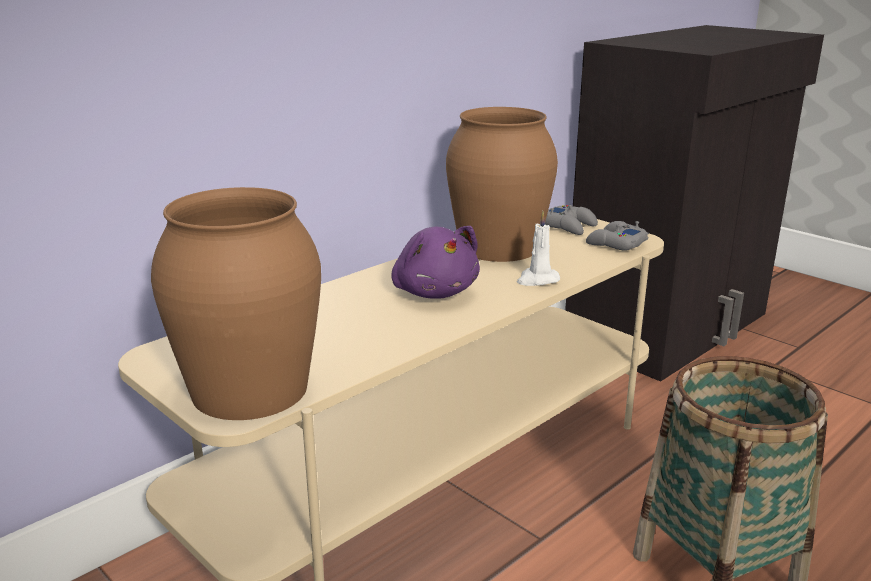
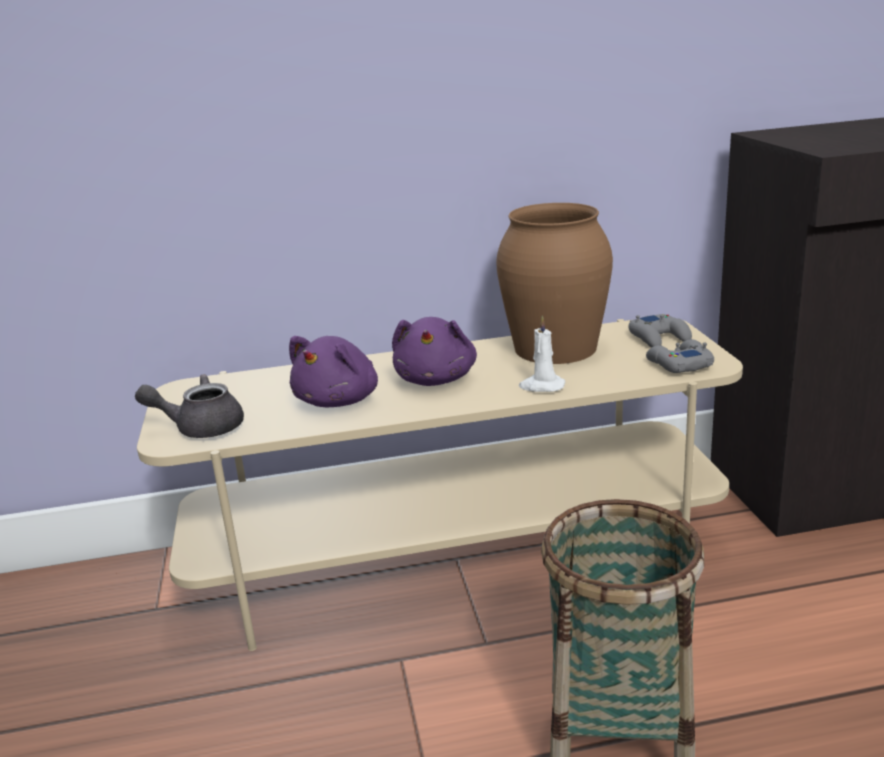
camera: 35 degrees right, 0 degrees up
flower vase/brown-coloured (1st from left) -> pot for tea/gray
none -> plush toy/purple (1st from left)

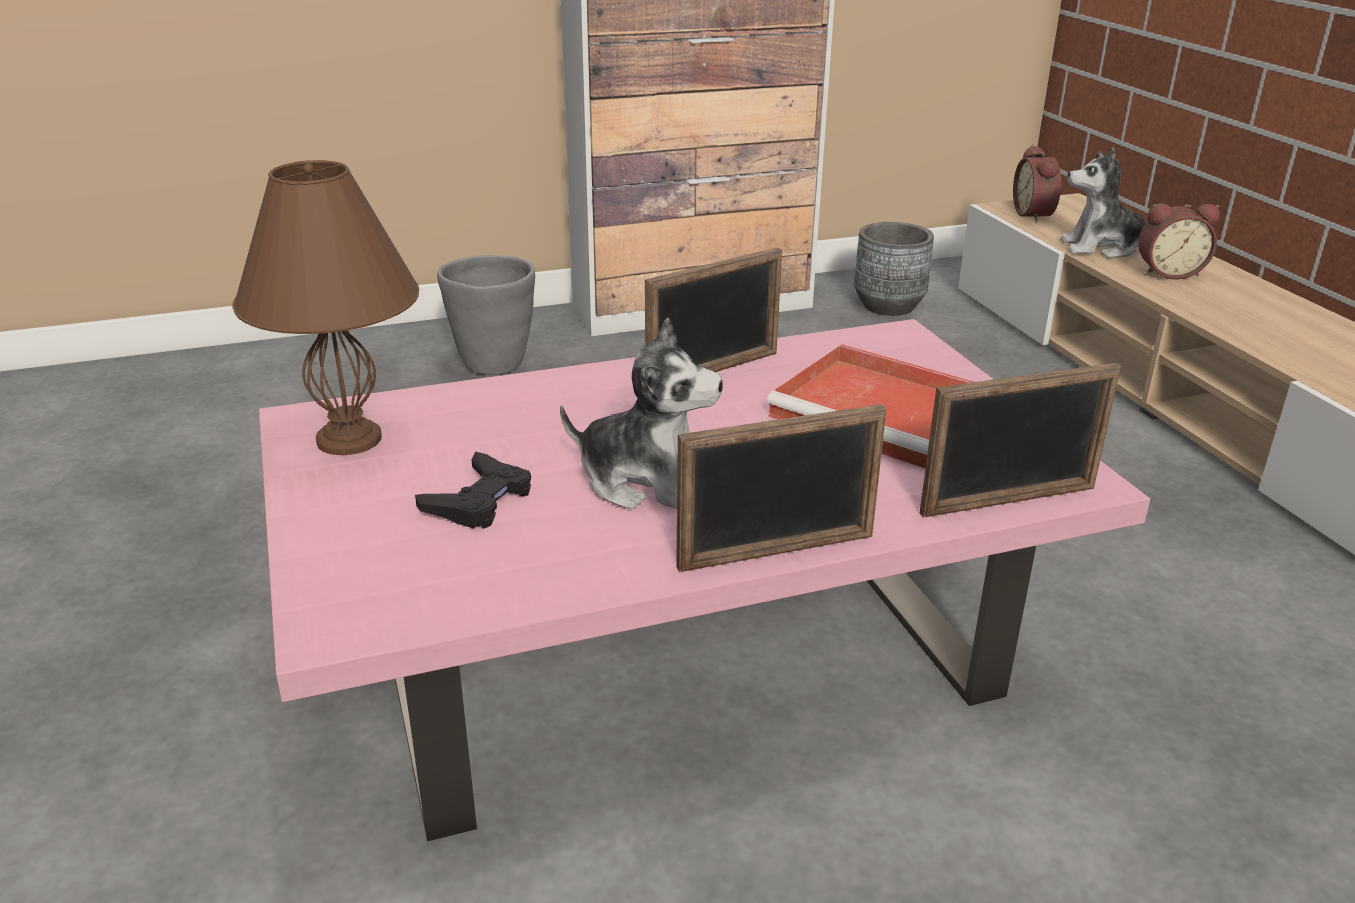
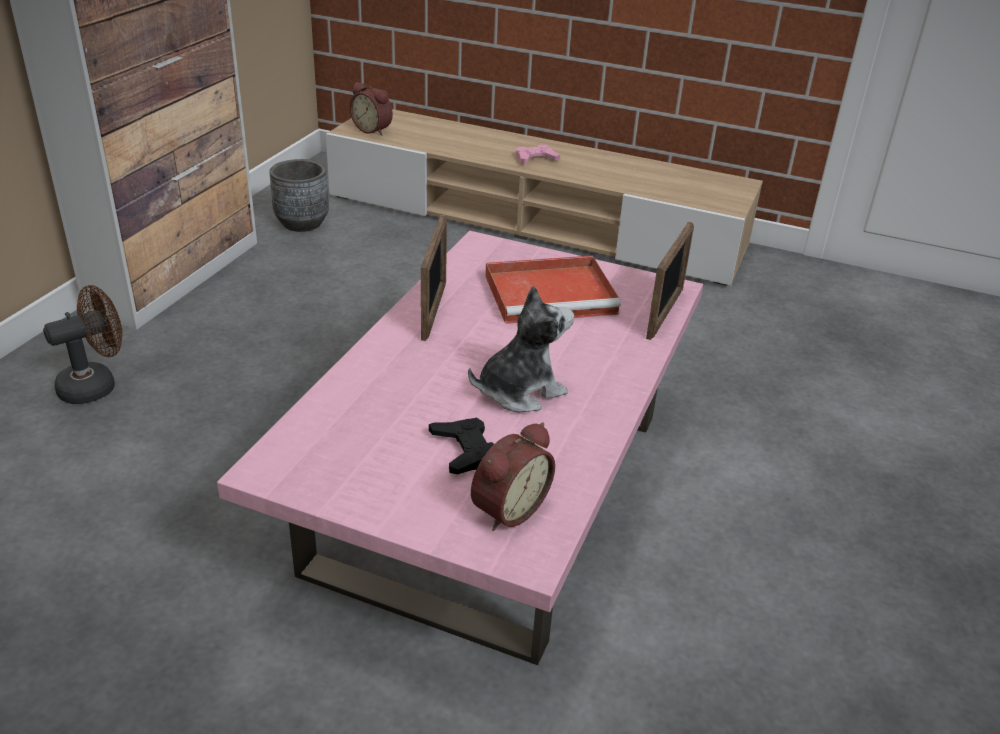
camera: 50 degrees left, 5 degrees up
planter/gray (1st from left) -> electric fan/brown-coloured
alarm clock (2nd from left), move
none -> joypad/pink
tabletop lamp/brown-coloured -> none
picture frame (2nd from left) -> none
plush toy (2nd from left) -> none

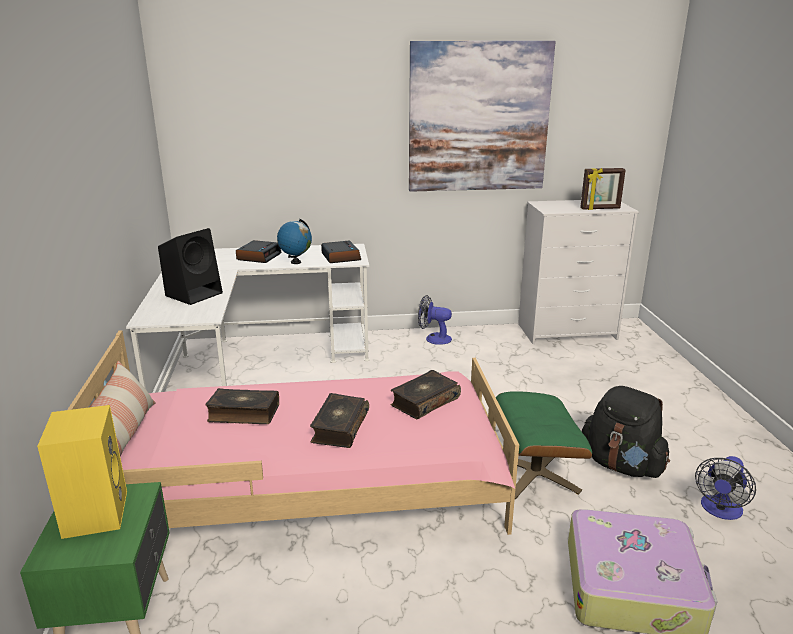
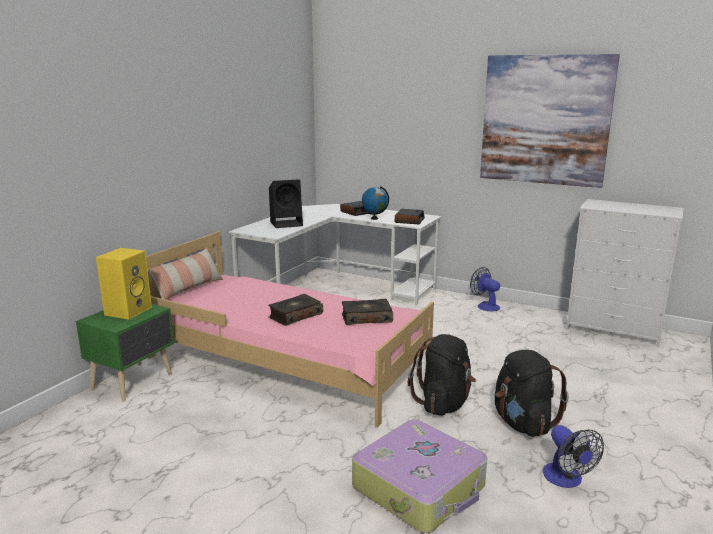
camera: 35 degrees right, 5 degrees down
footrest/green -> backpack/black-coloured (1st from left)
electric fan (2nd from left), 90 degrees counterclockwise
bound book (1st from left) -> none
picture frame -> none

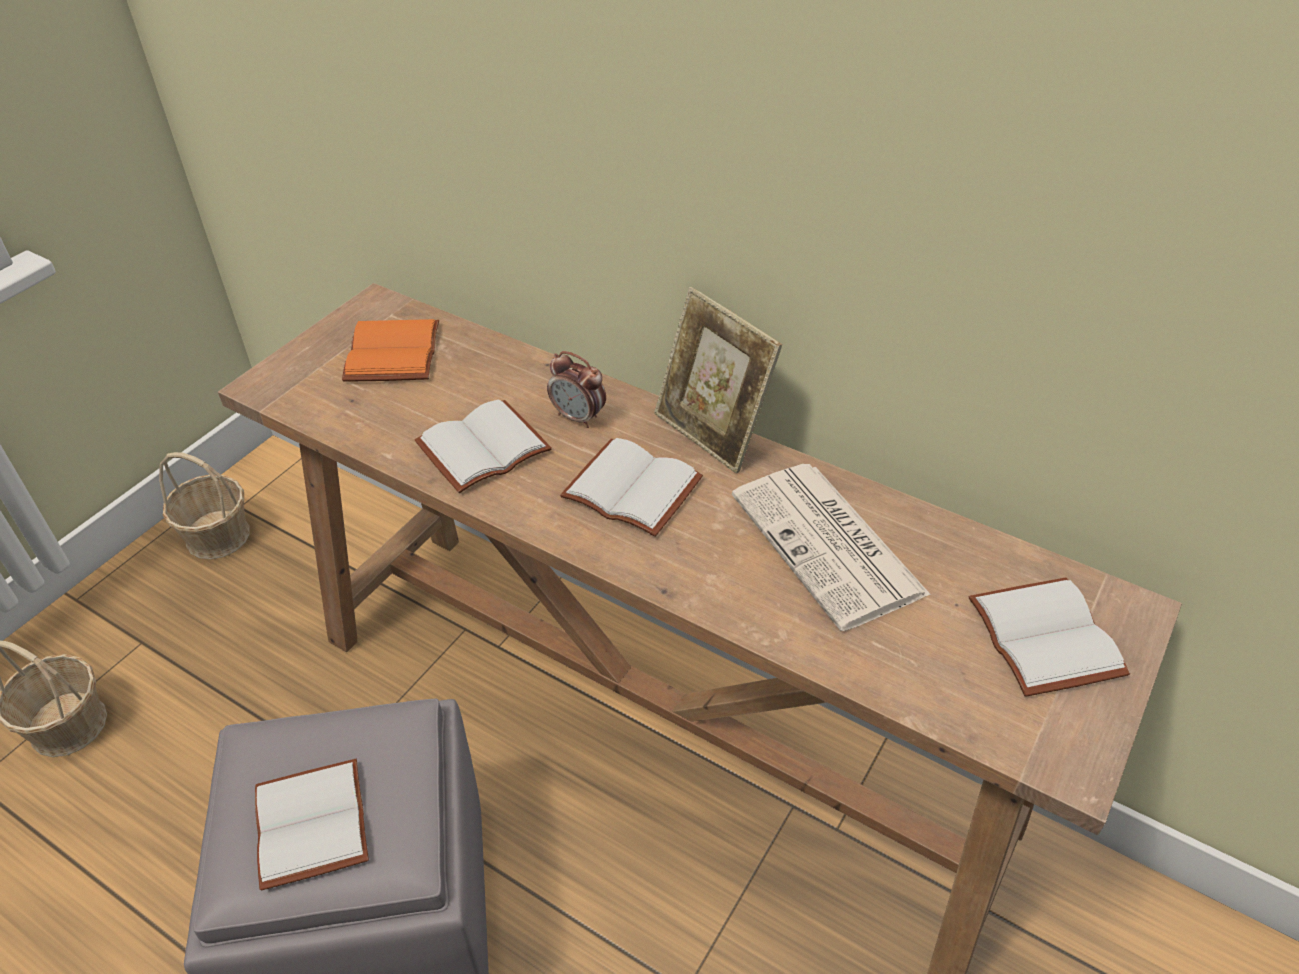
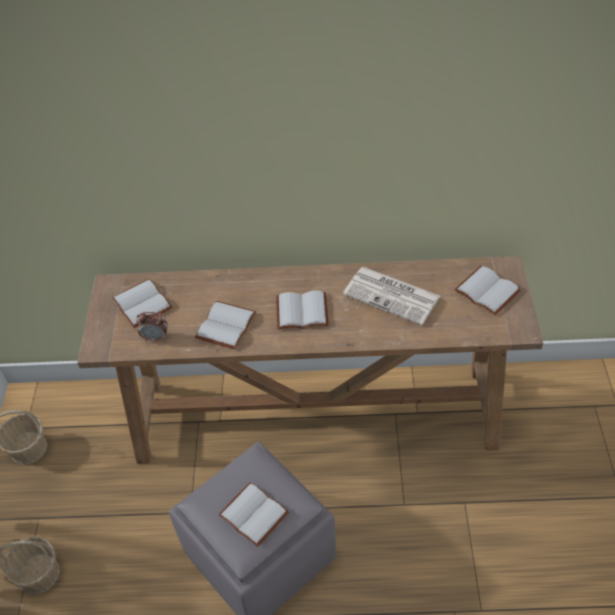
camera: 30 degrees left, 5 degrees up
bound book/orange-coloured -> bound book/white (1st from left)
alarm clock, move
picture frame -> none

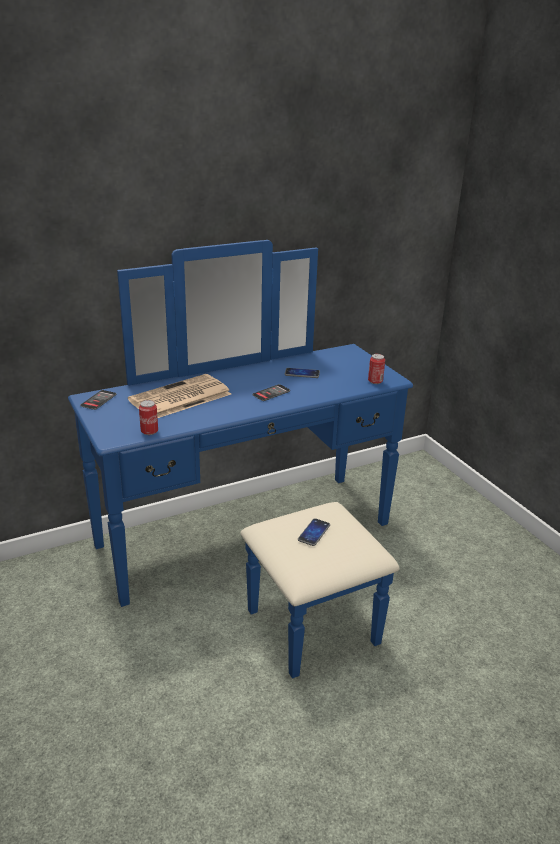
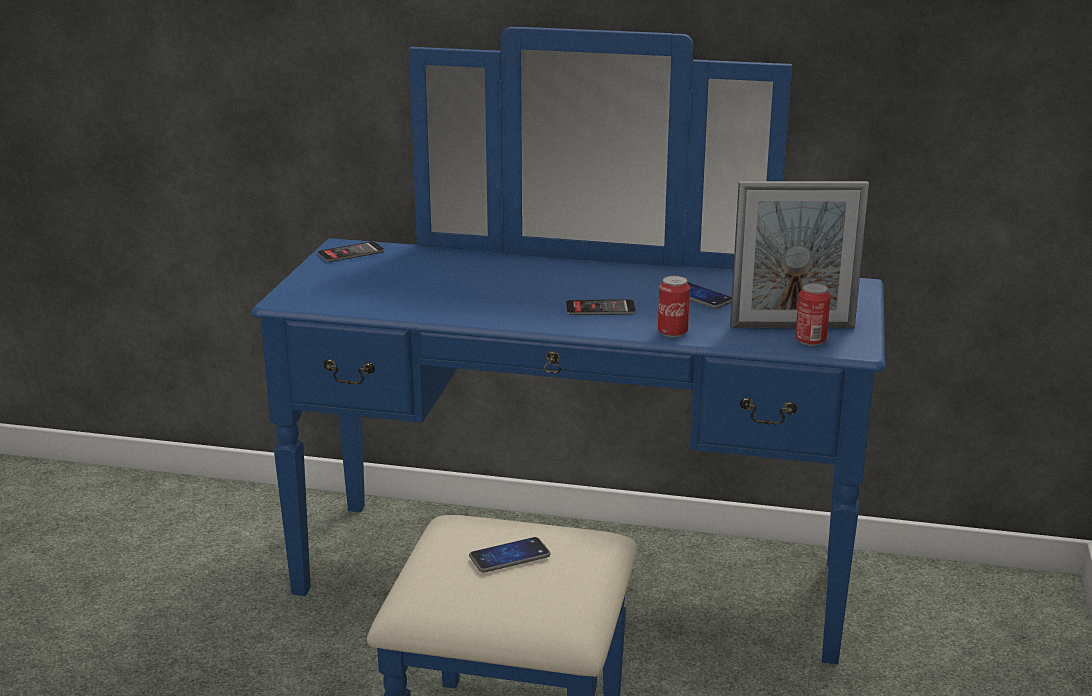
camera: 40 degrees right, 5 degrees down
can (1st from left), move
none -> picture frame
newspaper -> none

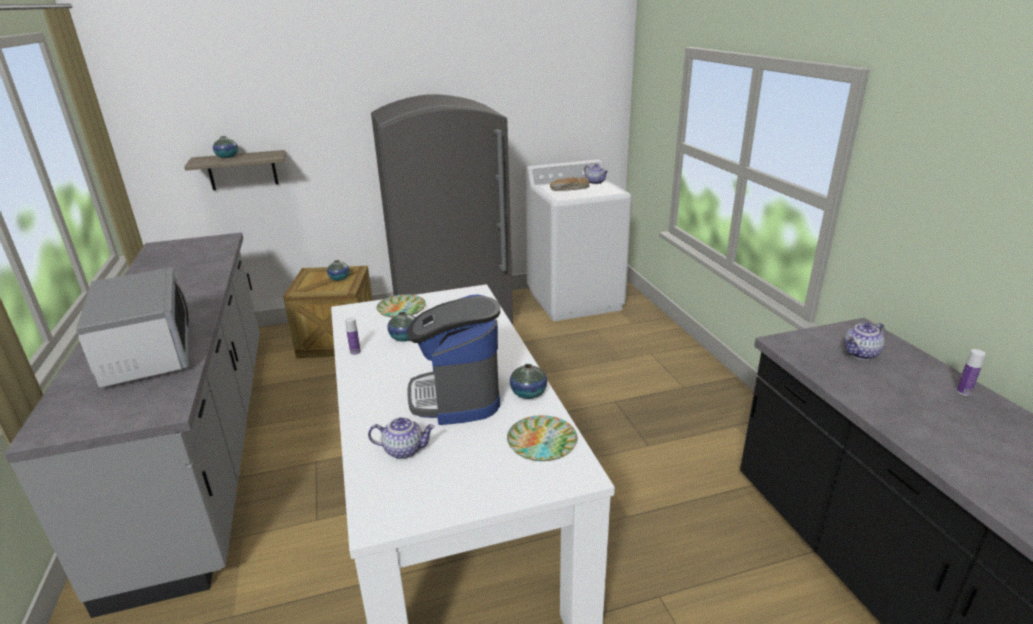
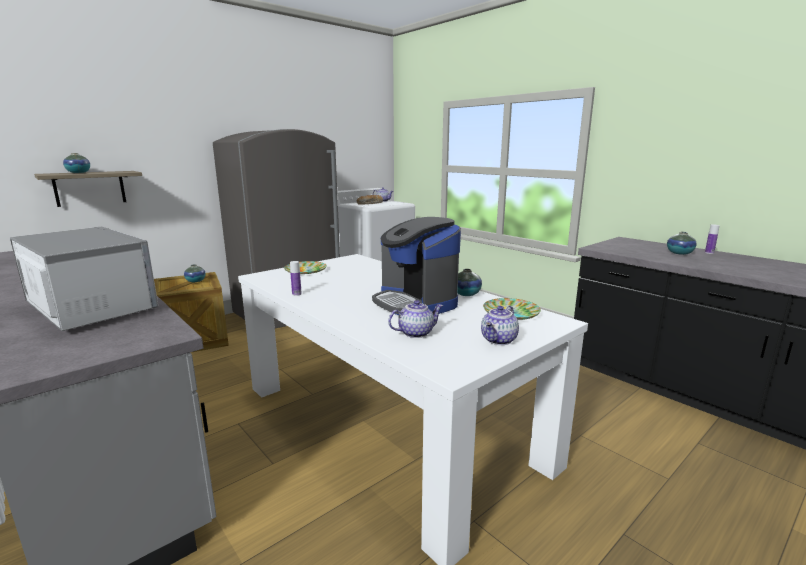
camera: 25 degrees left, 10 degrees down
pot for tea (3rd from left), move
flower vase (3rd from left in the first image) -> flower vase (4th from left), move

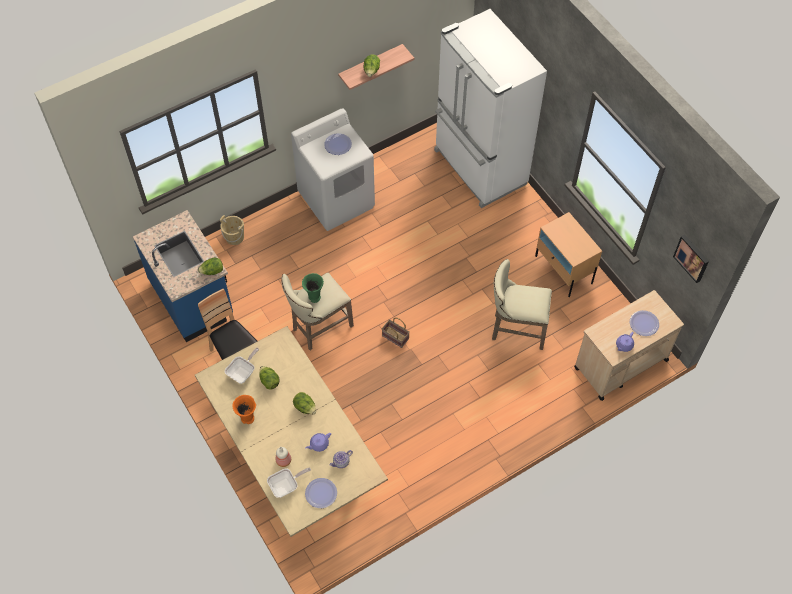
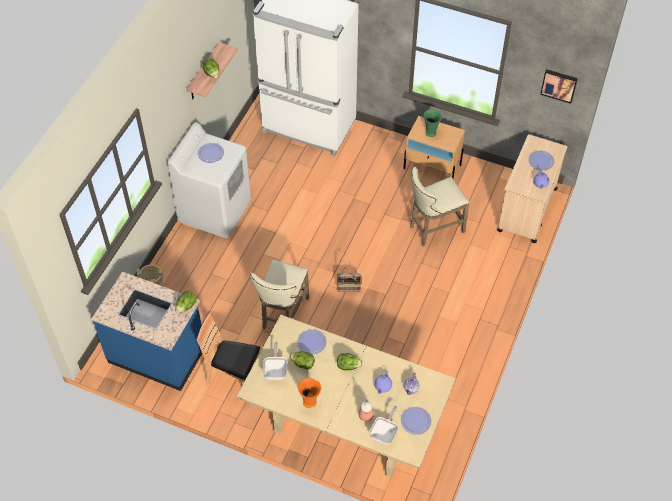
camera: 35 degrees left, 5 degrees down
none -> plate (2nd from left)
flower vase/green, move

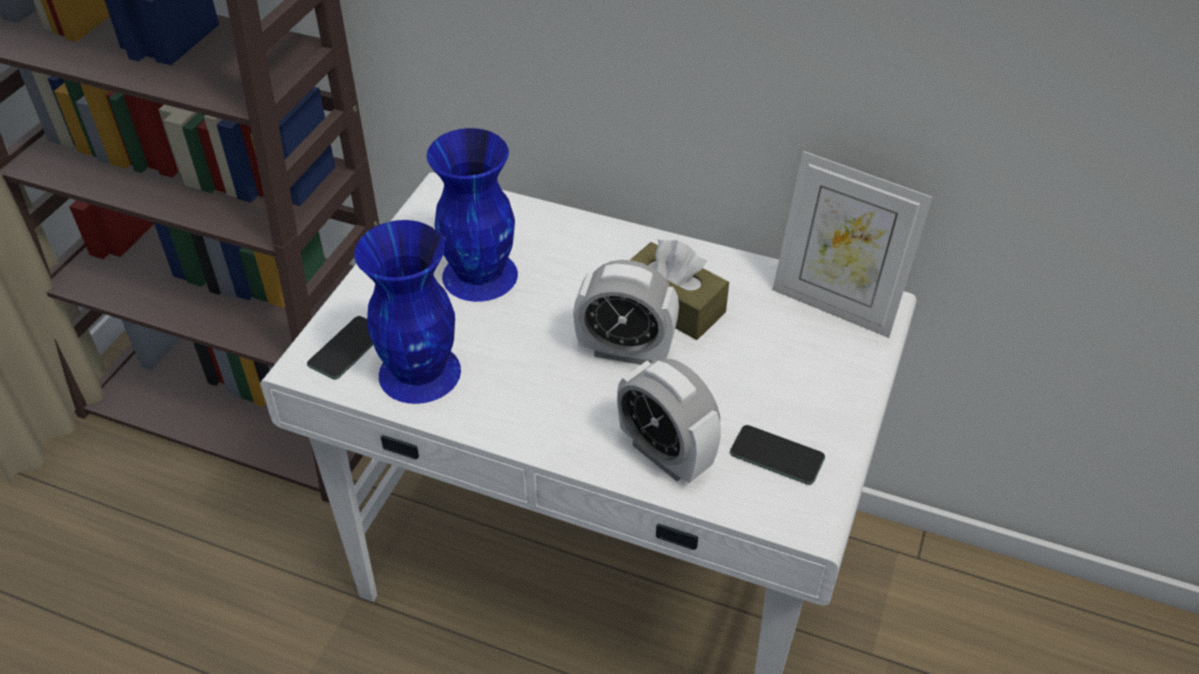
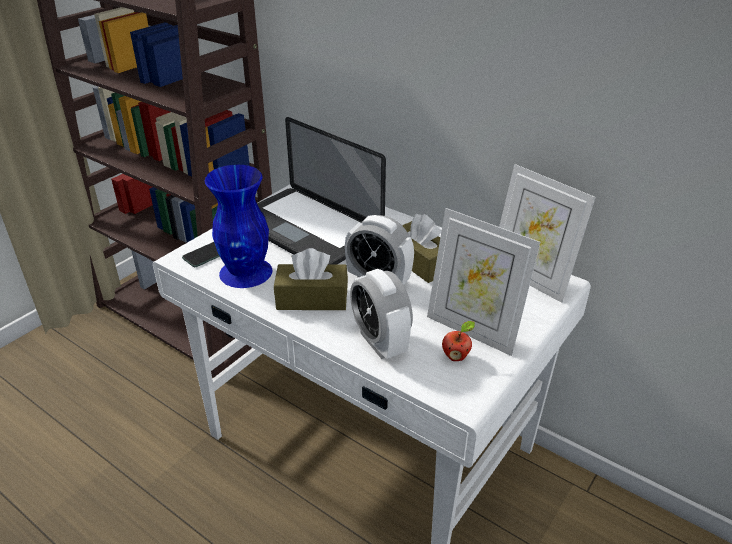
camera: 15 degrees right, 10 degrees down
flower vase/bluish (2nd from left) -> portable computer
none -> tissue box/brown-coloured (1st from left)
none -> picture frame (1st from left)
telephone (2nd from left) -> whole apple

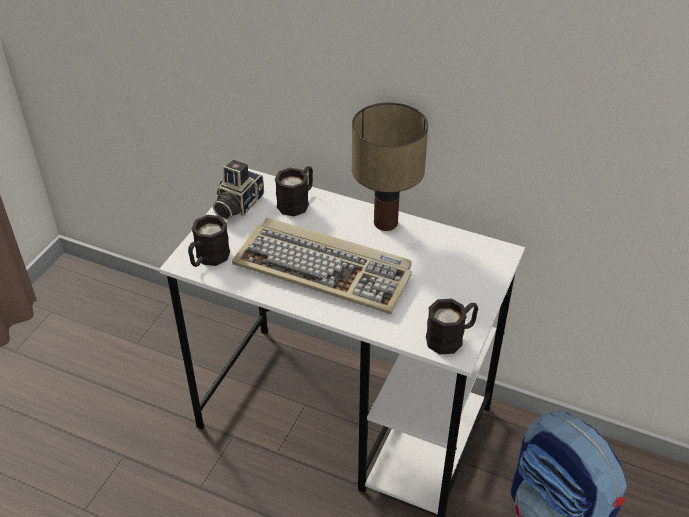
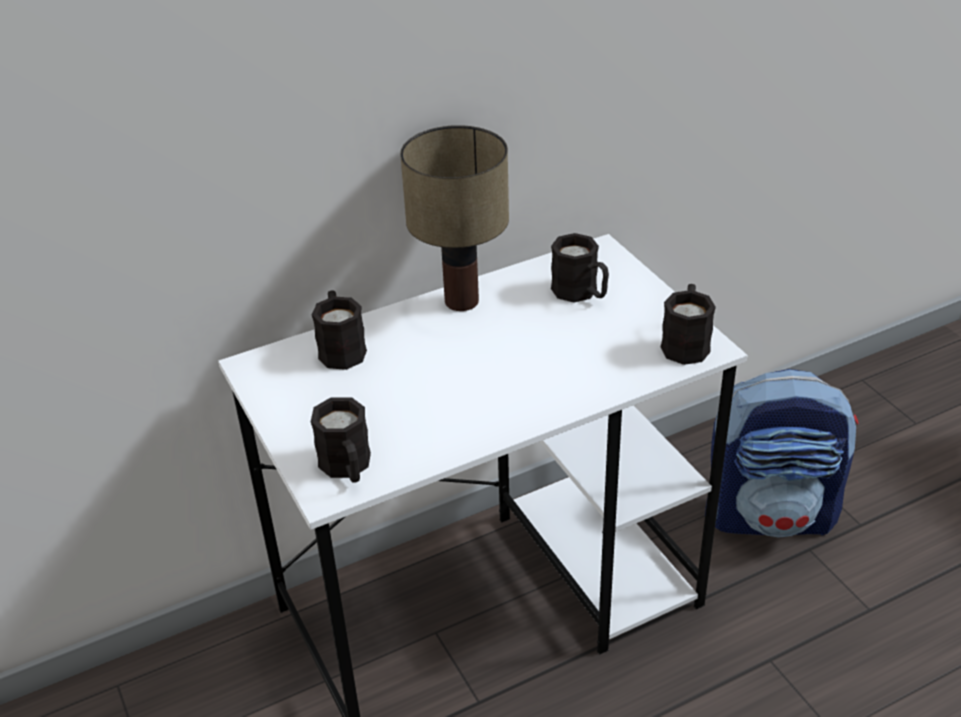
camera: 50 degrees left, 5 degrees down
none -> mug/black-coloured (3rd from left)
photo camera -> none
keyboard -> none

